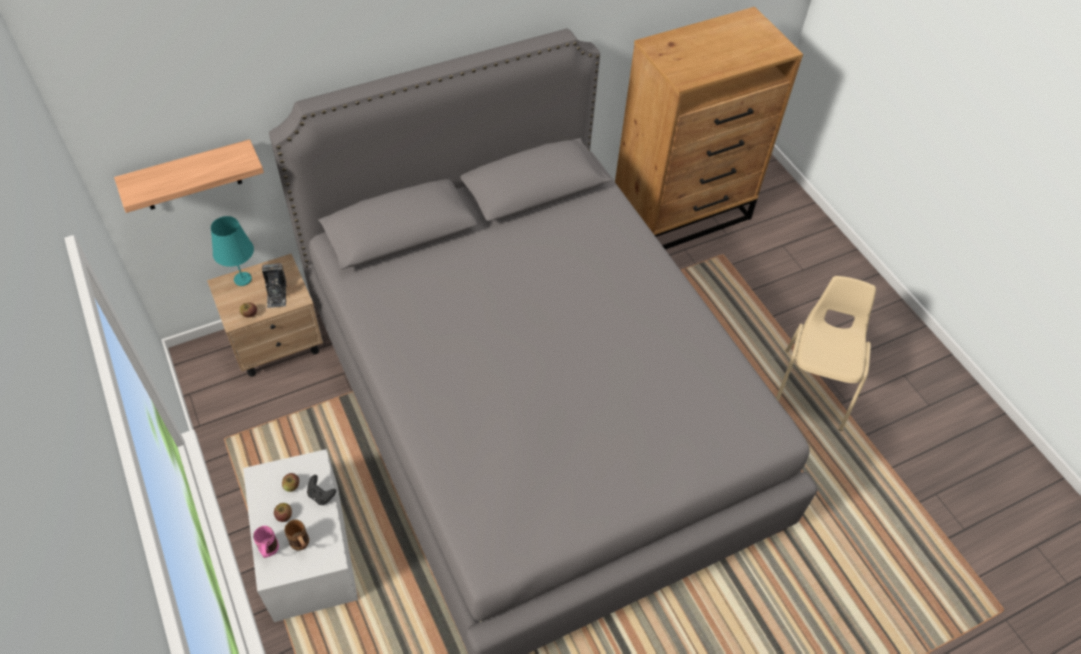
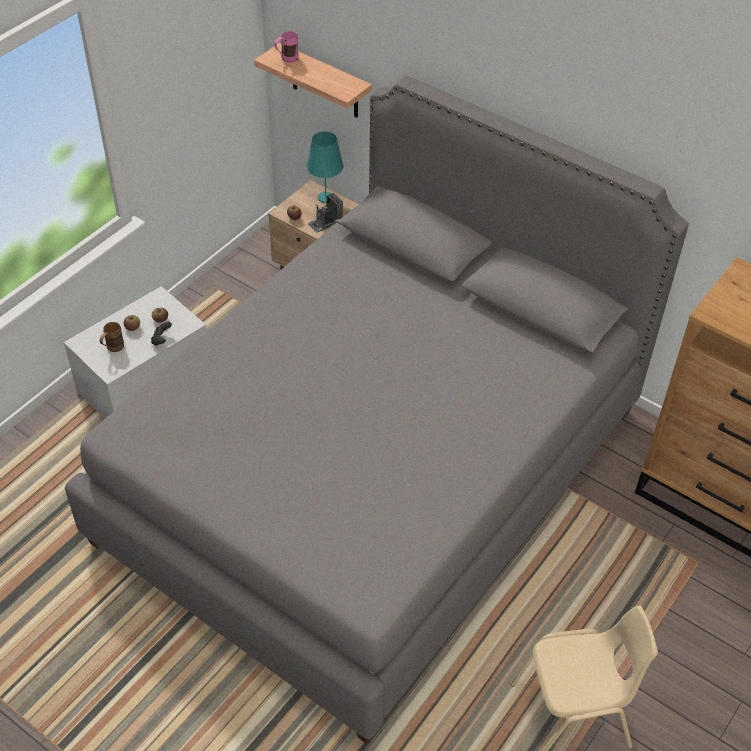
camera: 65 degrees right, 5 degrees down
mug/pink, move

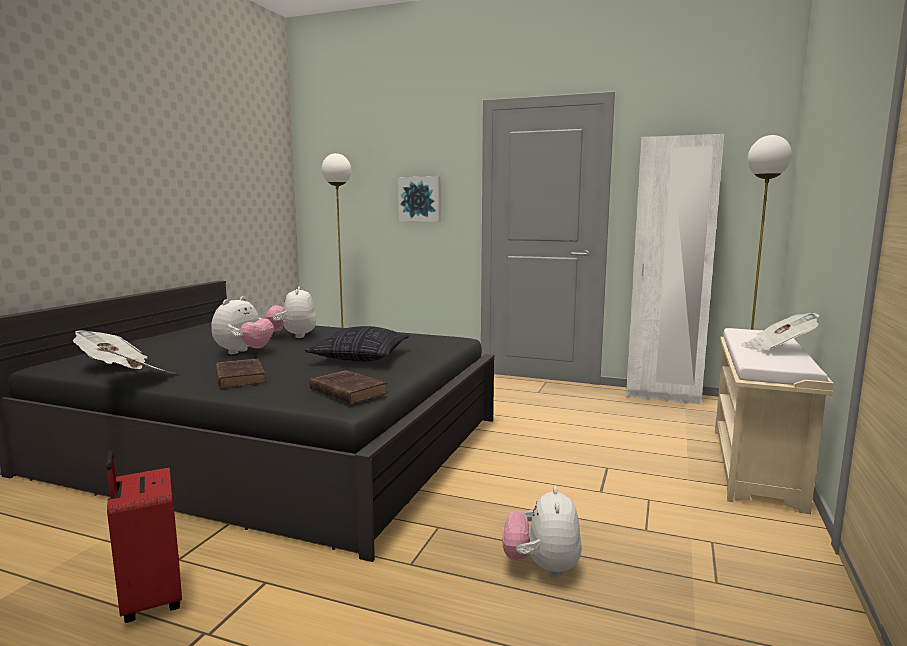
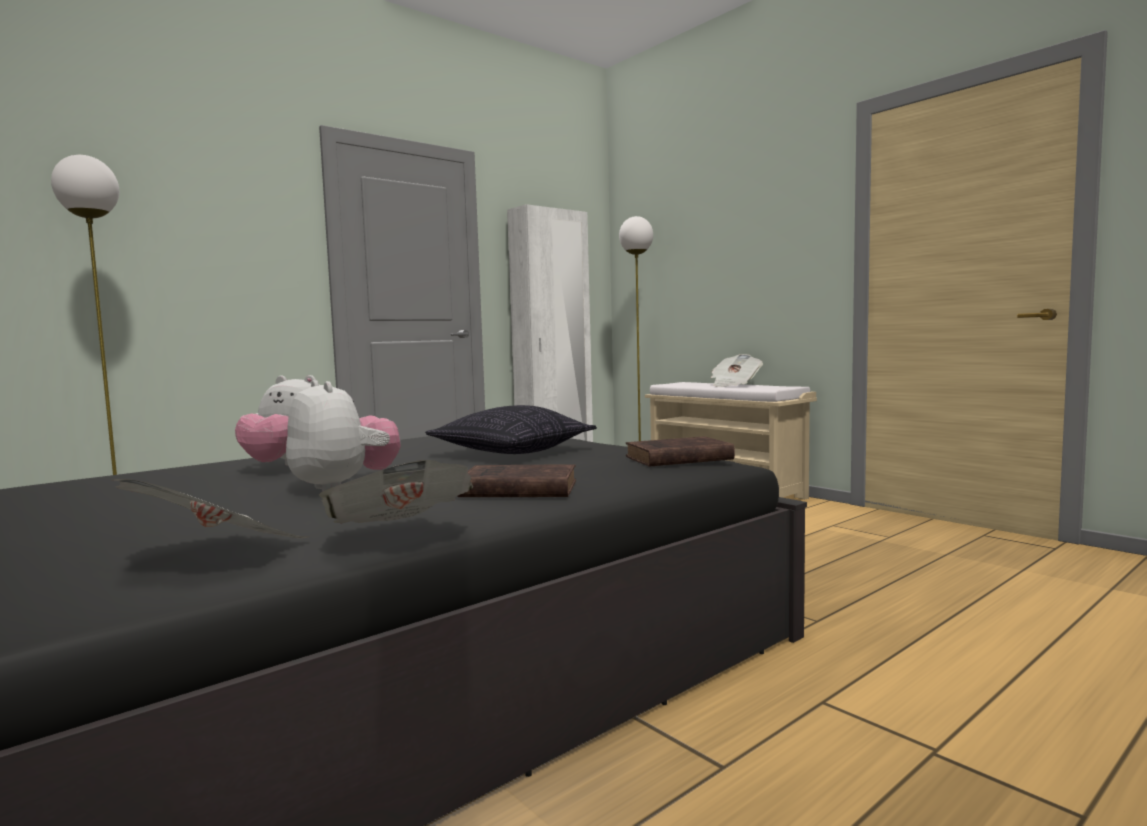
camera: 60 degrees left, 5 degrees down
suitcase/reddish -> none
picture -> none
plush toy (3rd from left) -> none

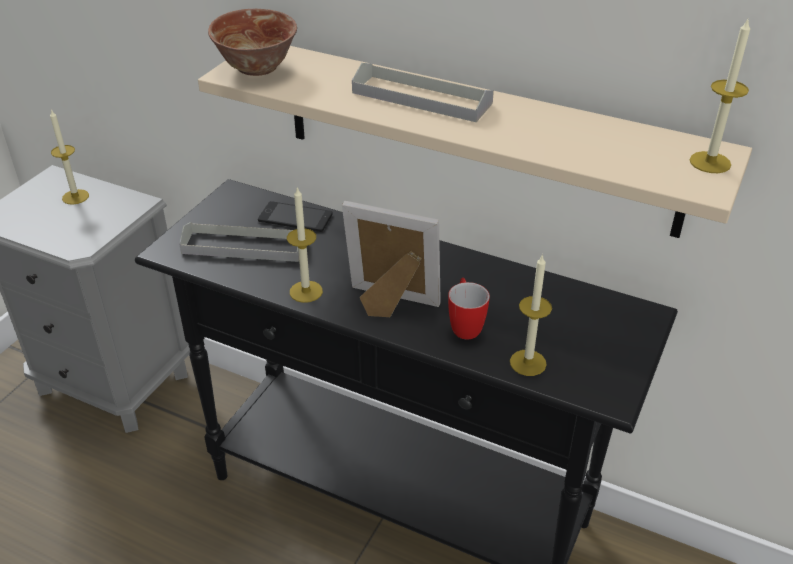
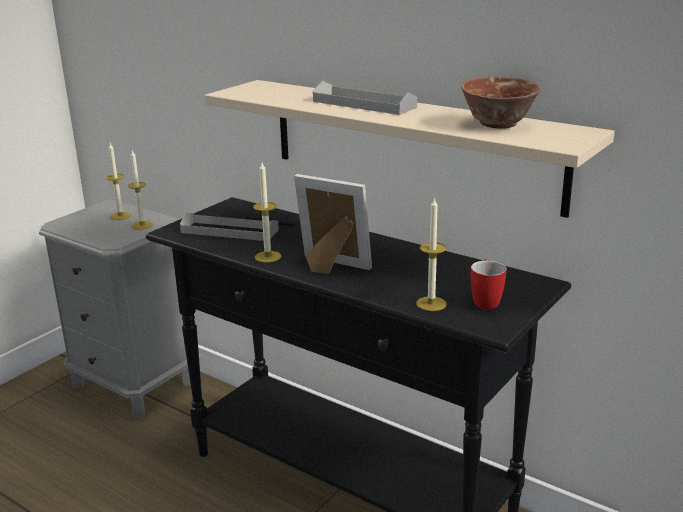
camera: 10 degrees right, 15 degrees down
wax light (4th from left in the first image) -> wax light (2nd from left), move
bowl, move
mug, move

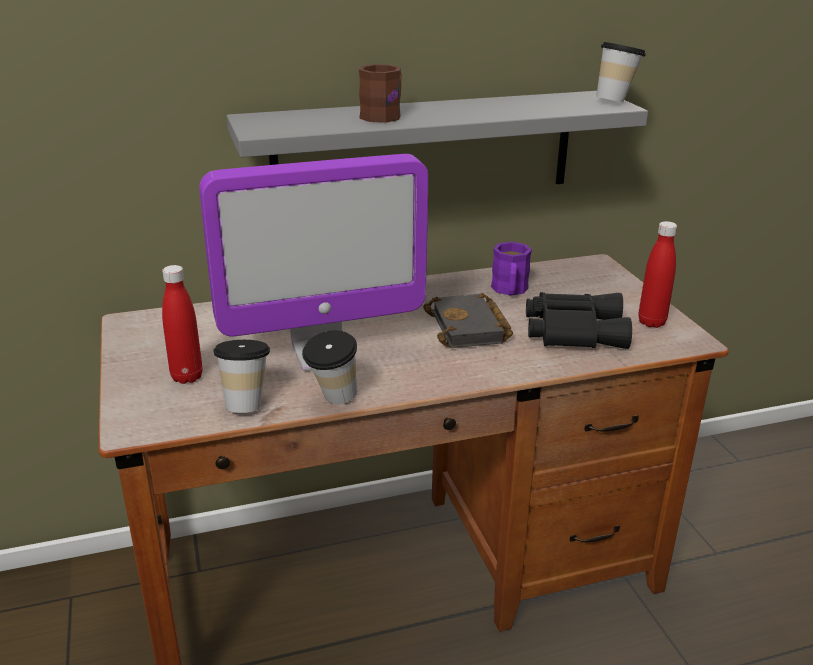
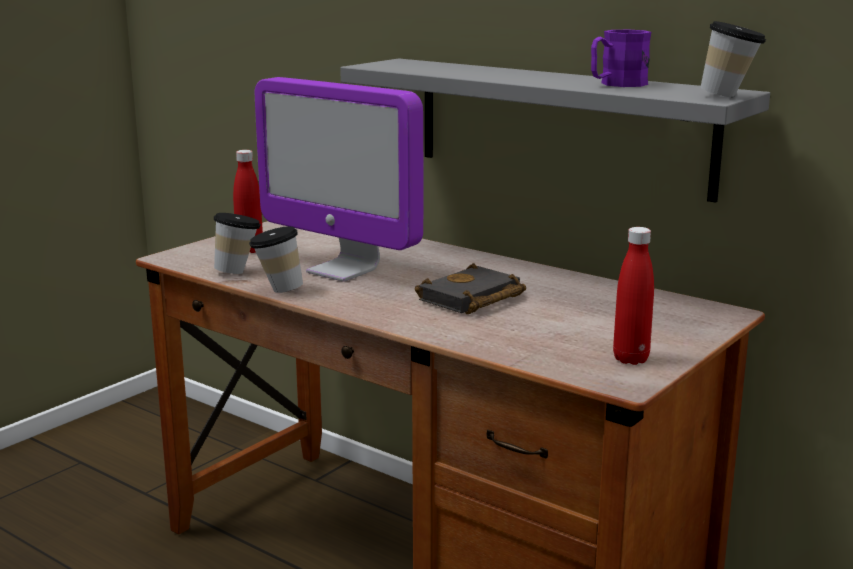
camera: 55 degrees right, 10 degrees down
mug/purple, move
mug/brown-coloured -> none
field glasses/black-coloured -> none

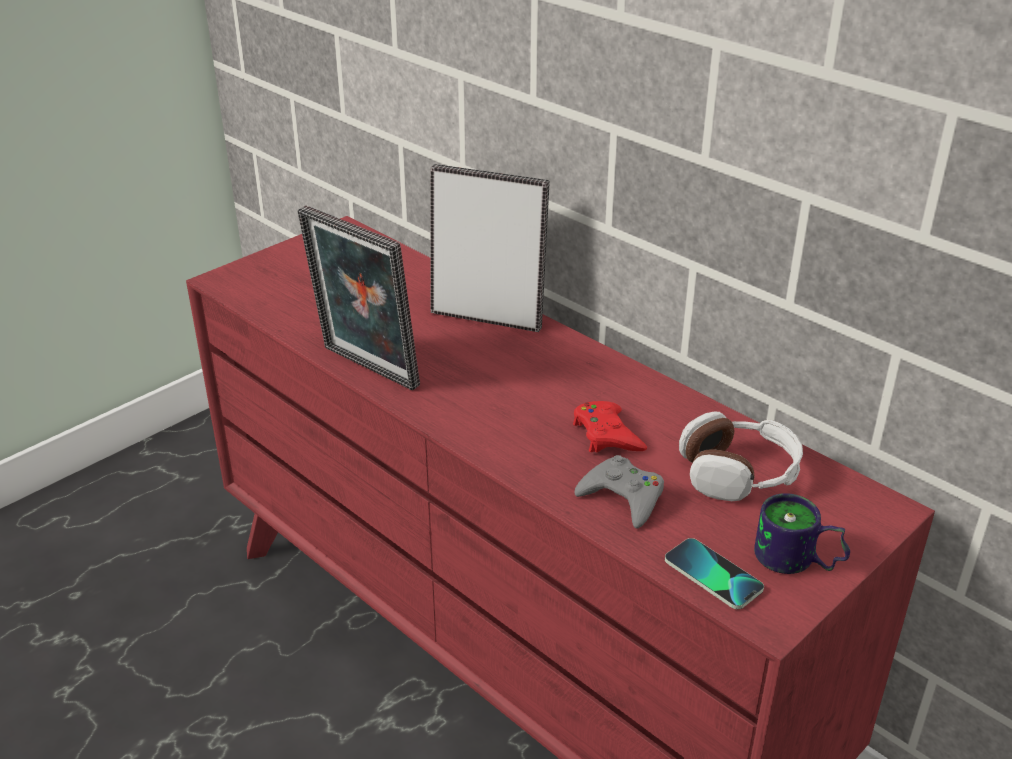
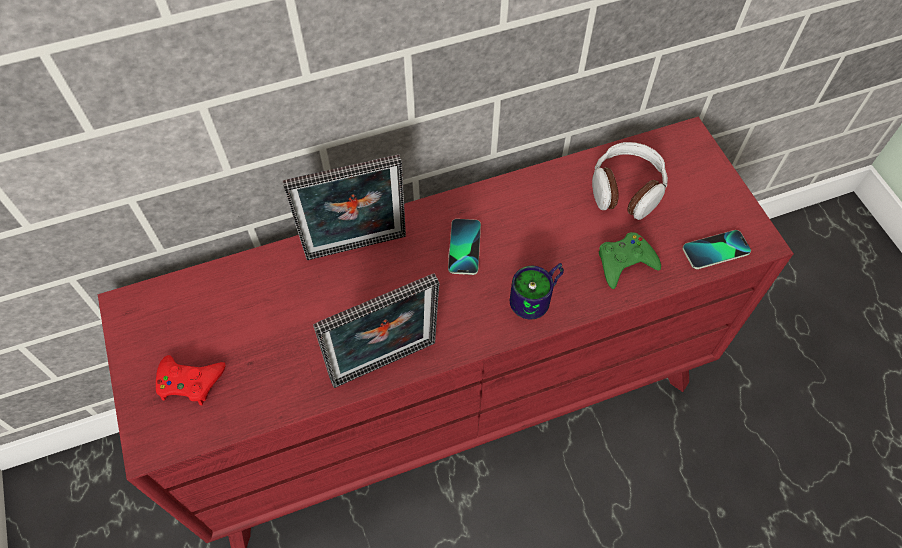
camera: 65 degrees left, 25 degrees up
joypad/reddish, move
picture frame (2nd from left in the first image) -> picture frame (1st from left), 150 degrees counterclockwise
none -> telephone (1st from left)
mug, move
joypad/gray -> joypad/green

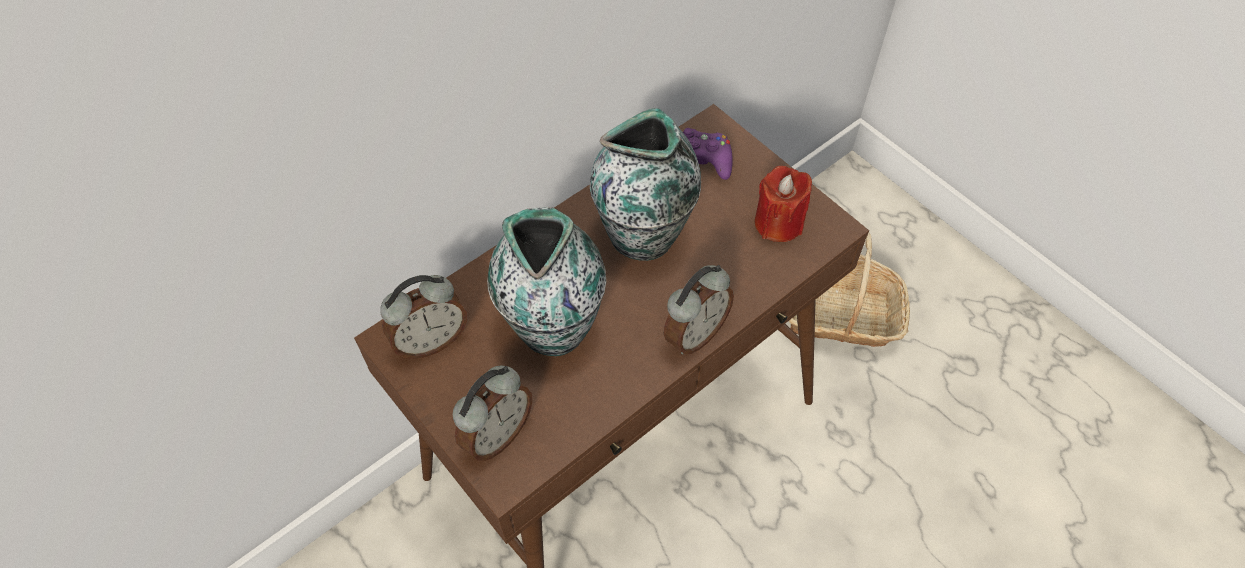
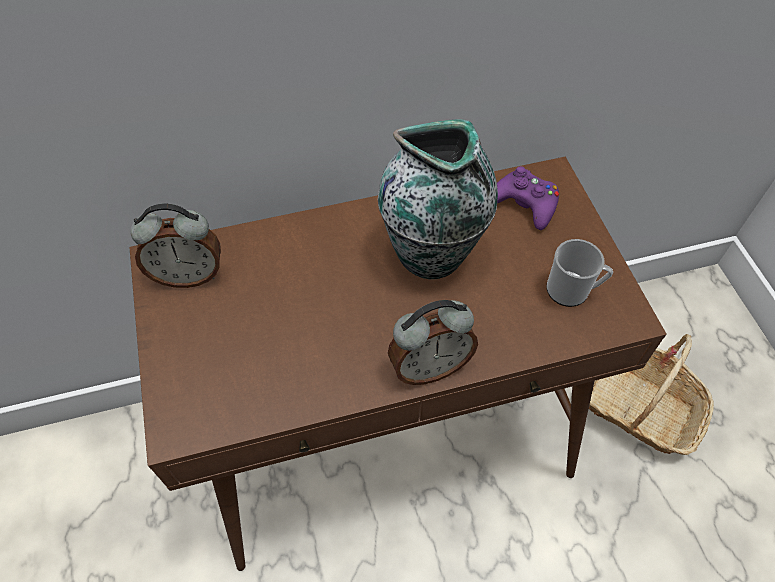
camera: 25 degrees right, 0 degrees up
wax light/reddish -> mug
alarm clock (2nd from left) -> none
flower vase (1st from left) -> none

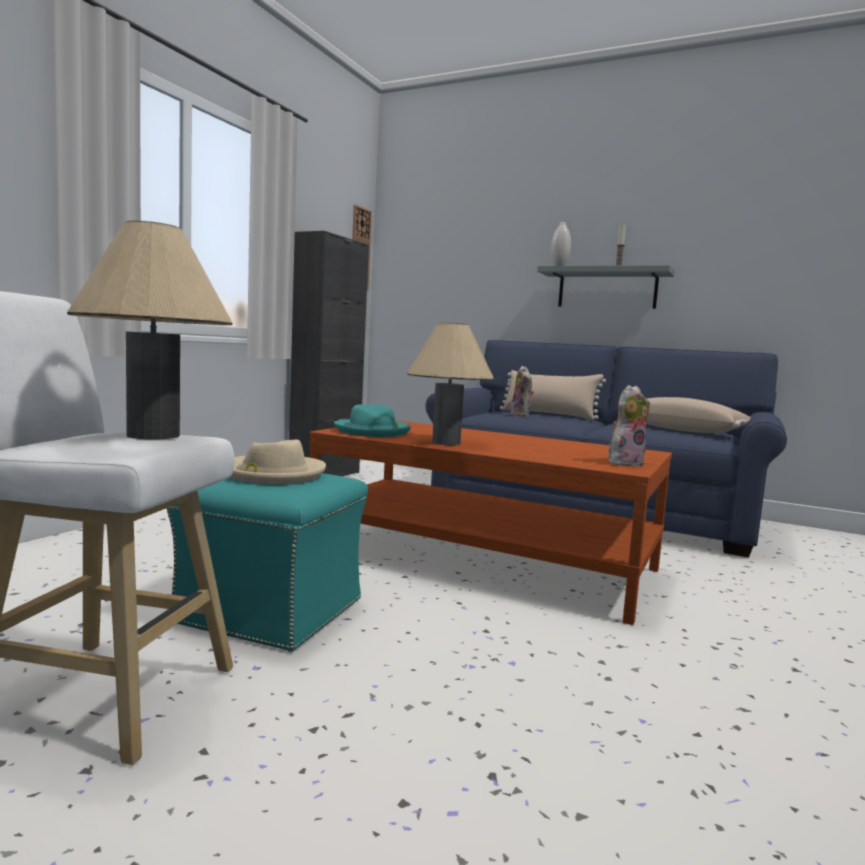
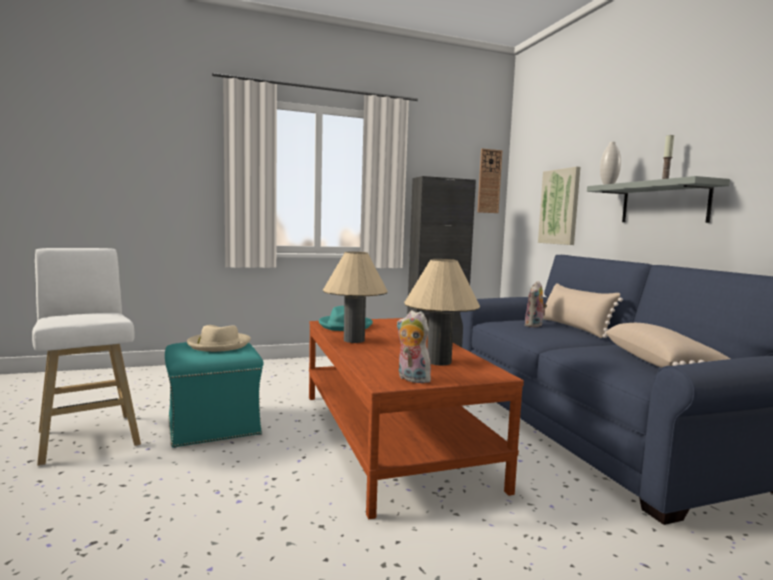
camera: 45 degrees right, 0 degrees up
plush toy (2nd from left in the first image) -> plush toy (1st from left), 150 degrees counterclockwise
tabletop lamp/beige-coloured (1st from left in the first image) -> tabletop lamp/beige-coloured (2nd from left), move
none -> picture

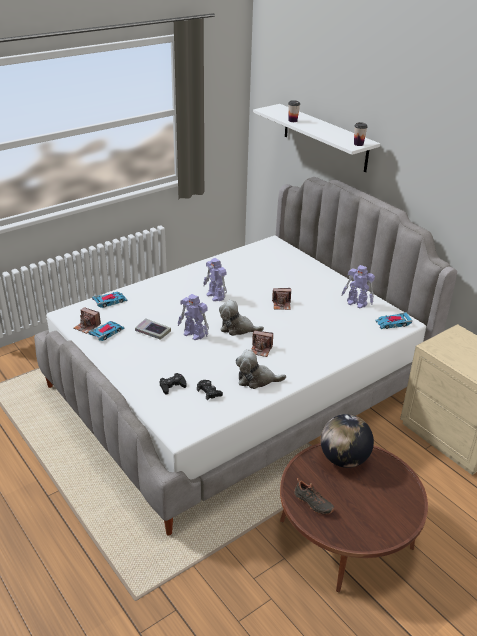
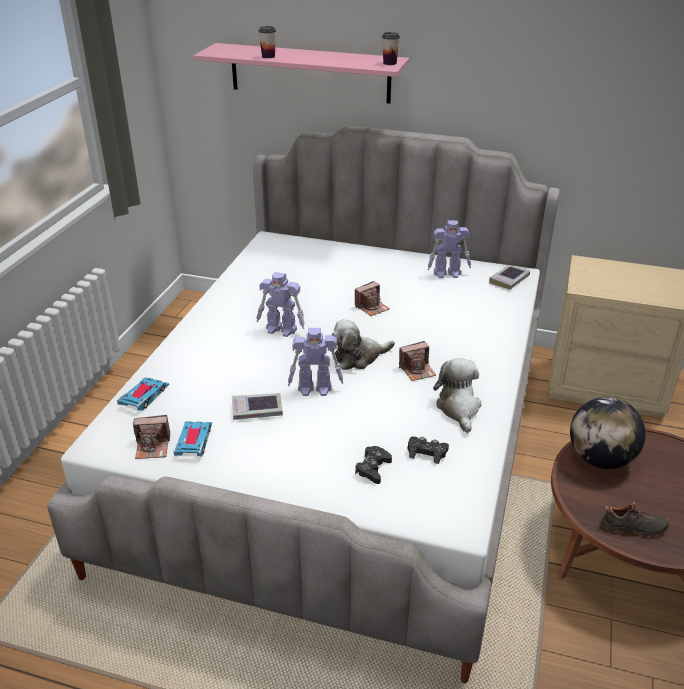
camera: 35 degrees left, 0 degrees up
wall shelf/white -> wall shelf/pink
plush toy (2nd from left), 120 degrees clockwise
model car (3rd from left) -> bound book (2nd from left)

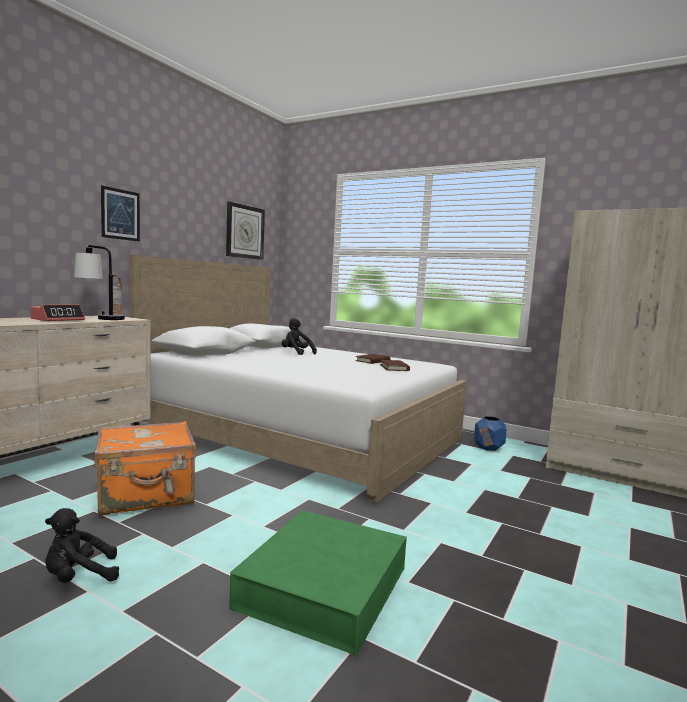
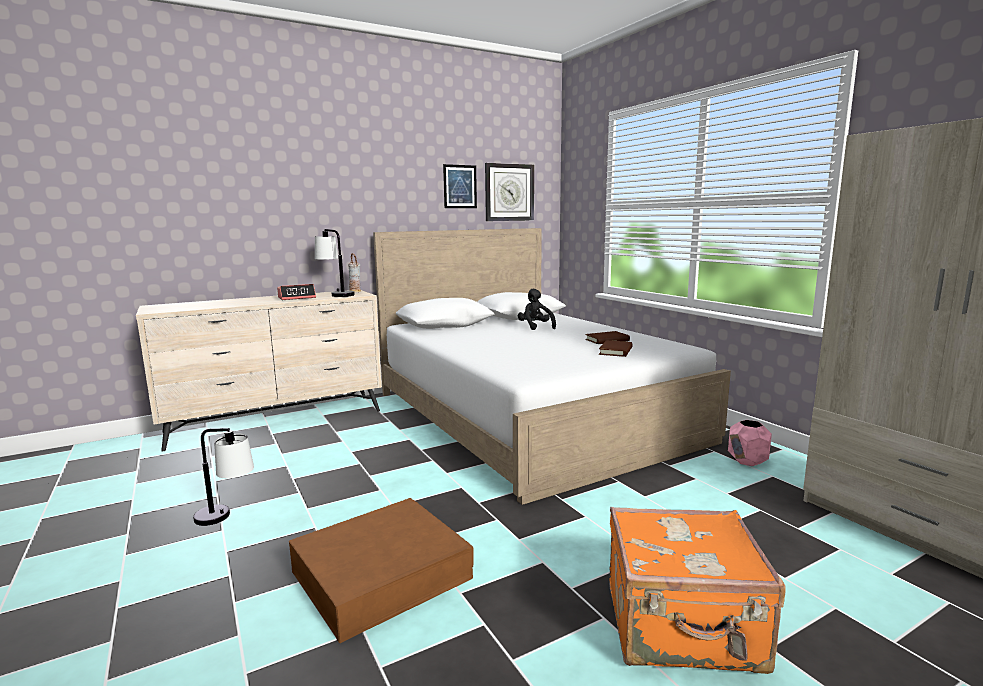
camera: 30 degrees right, 5 degrees up
plush toy/black-coloured (1st from left) -> tabletop lamp (1st from left)
storage box/green -> storage box/brown-coloured
picture, move
suitcase/orange-coloured, move
planter/bluish -> planter/pink

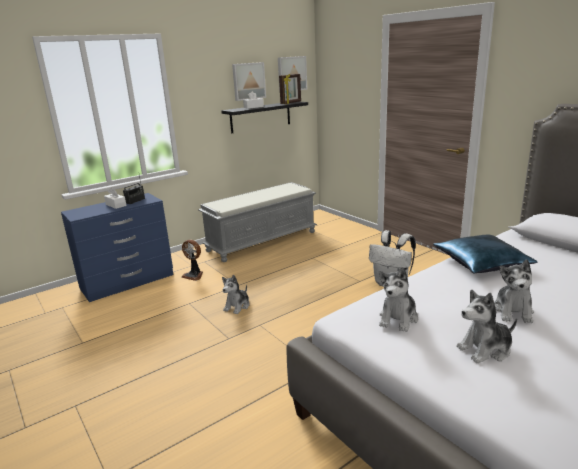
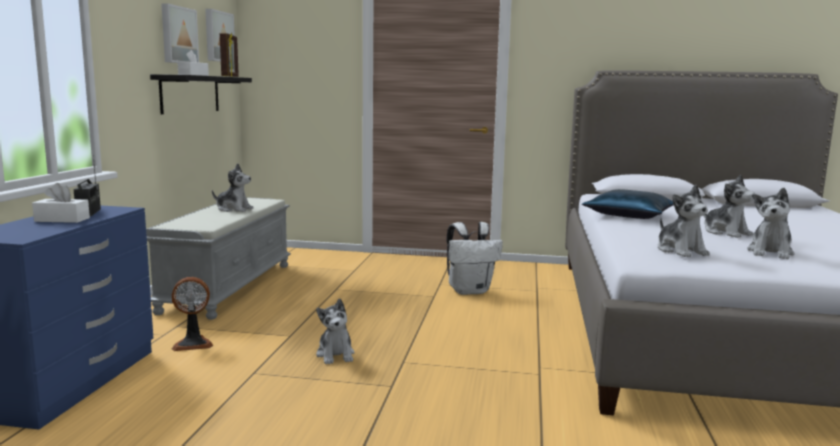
camera: 45 degrees left, 10 degrees down
none -> plush toy (1st from left)

